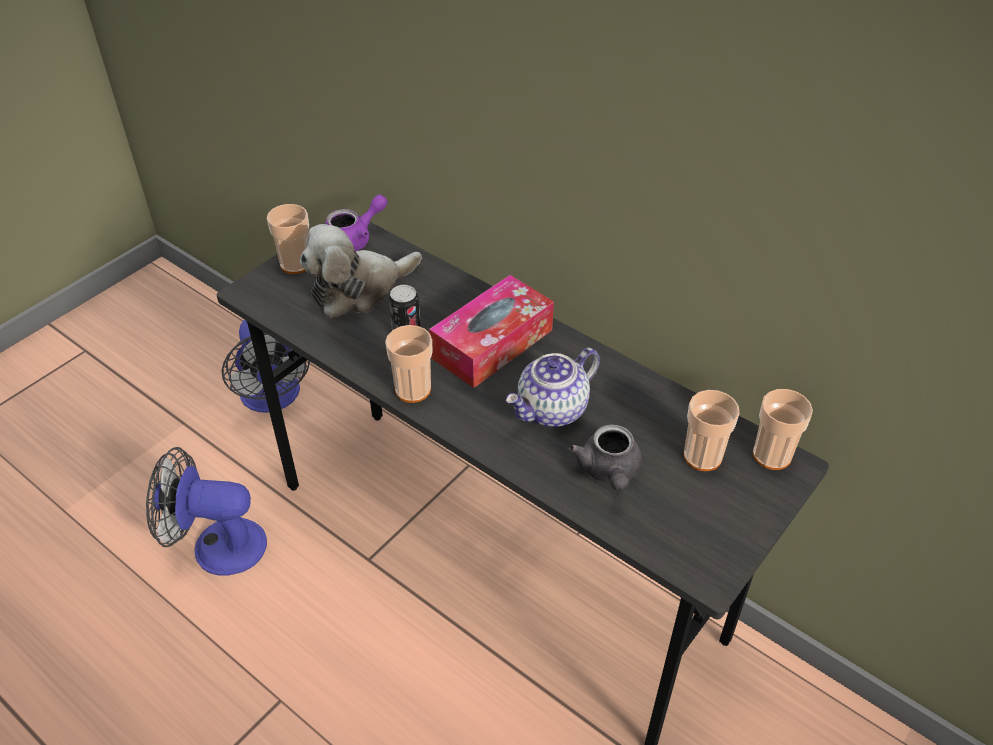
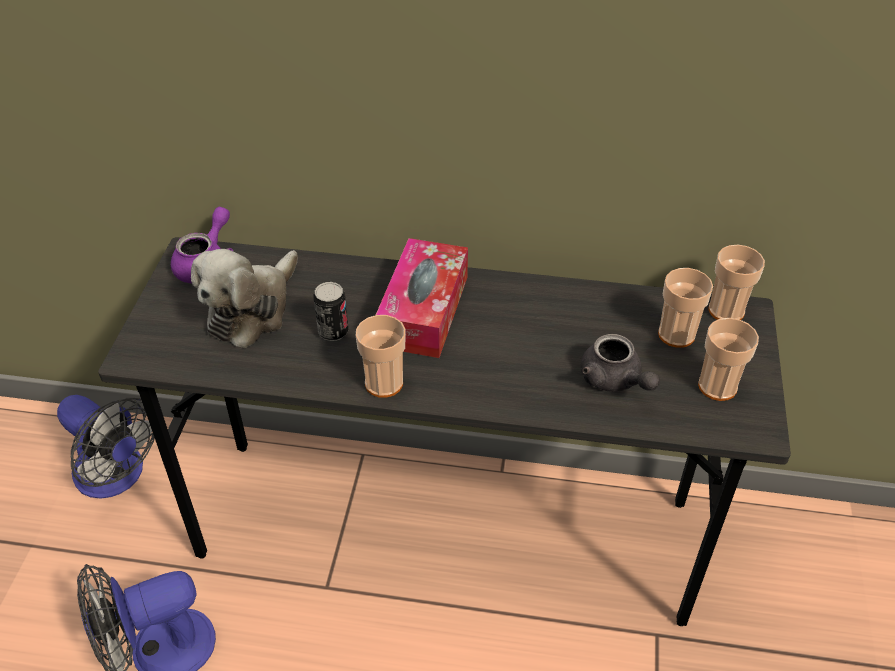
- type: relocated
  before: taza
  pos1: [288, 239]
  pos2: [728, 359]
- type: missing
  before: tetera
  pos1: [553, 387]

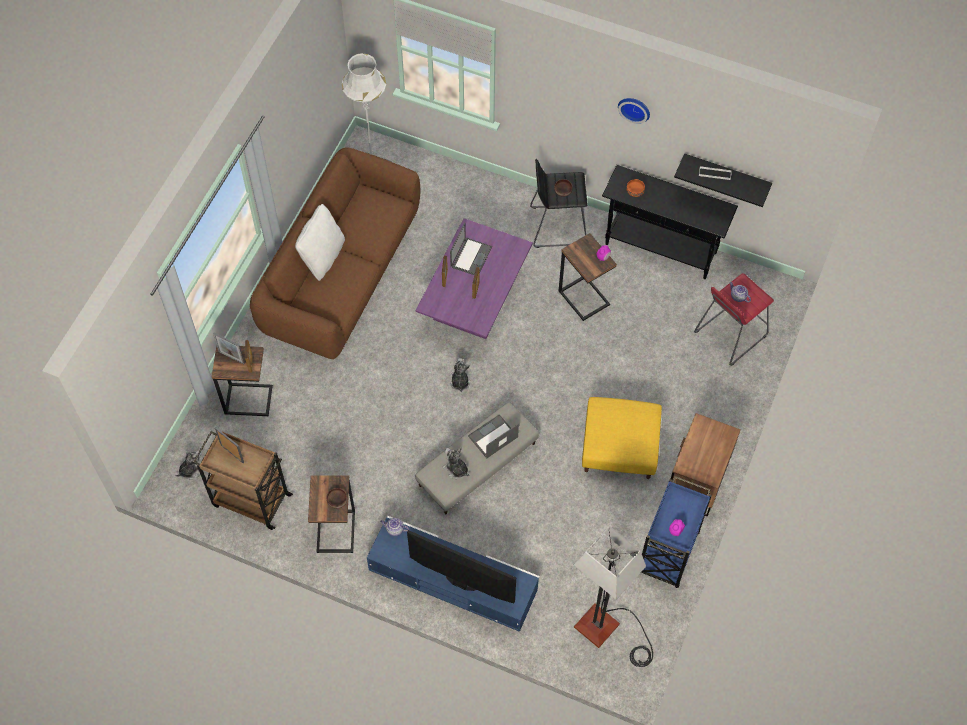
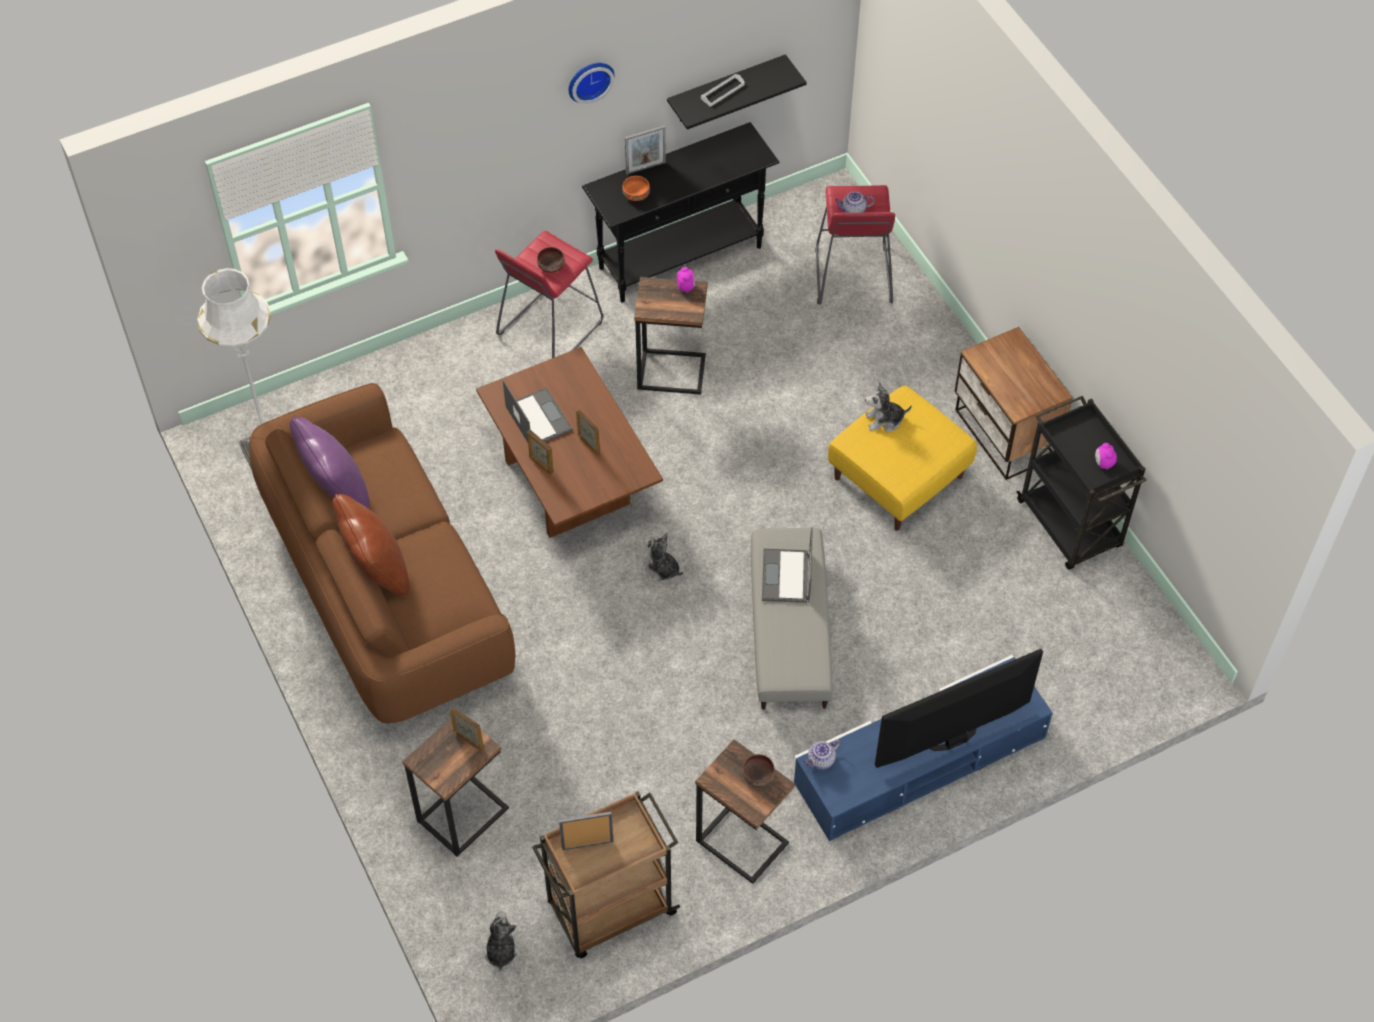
- type: colour
  before: taburete [negro]
  after: taburete [rojo]
  pos1: [559, 203]
  pos2: [549, 294]
- type: colour
  before: cojín [blanco]
  after: cojín [marrón]
  pos1: [320, 242]
  pos2: [371, 545]
- type: colour
  before: mesa de centro [morado]
  after: mesa de centro [marrón]
  pos1: [474, 278]
  pos2: [569, 442]
- type: relocated
  before: portarretratos
  pos1: [229, 348]
  pos2: [645, 150]
- type: relocated
  before: peluche
  pos1: [456, 463]
  pos2: [888, 407]
- type: colour
  before: carrito [azul]
  after: carrito [negro]
  pos1: [676, 532]
  pos2: [1082, 483]
- type: missing
  before: lámpara de pie
  pos1: [613, 596]
- type: appeared
  after: cojín [morado]
  pos2: [329, 463]

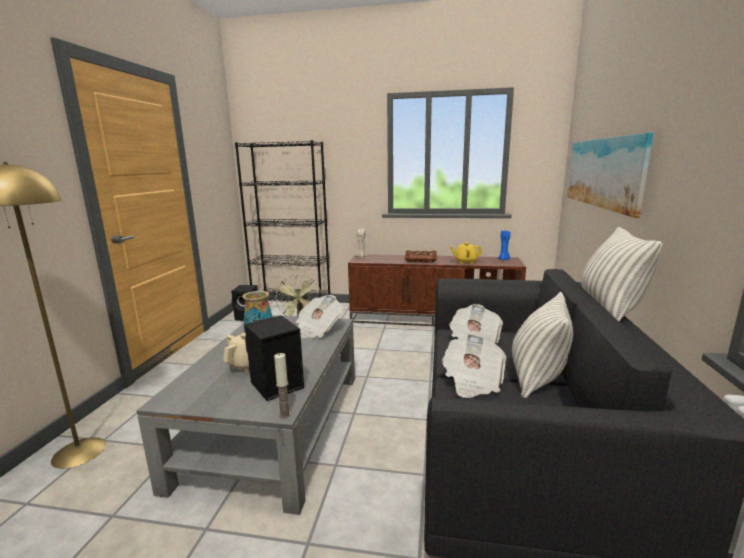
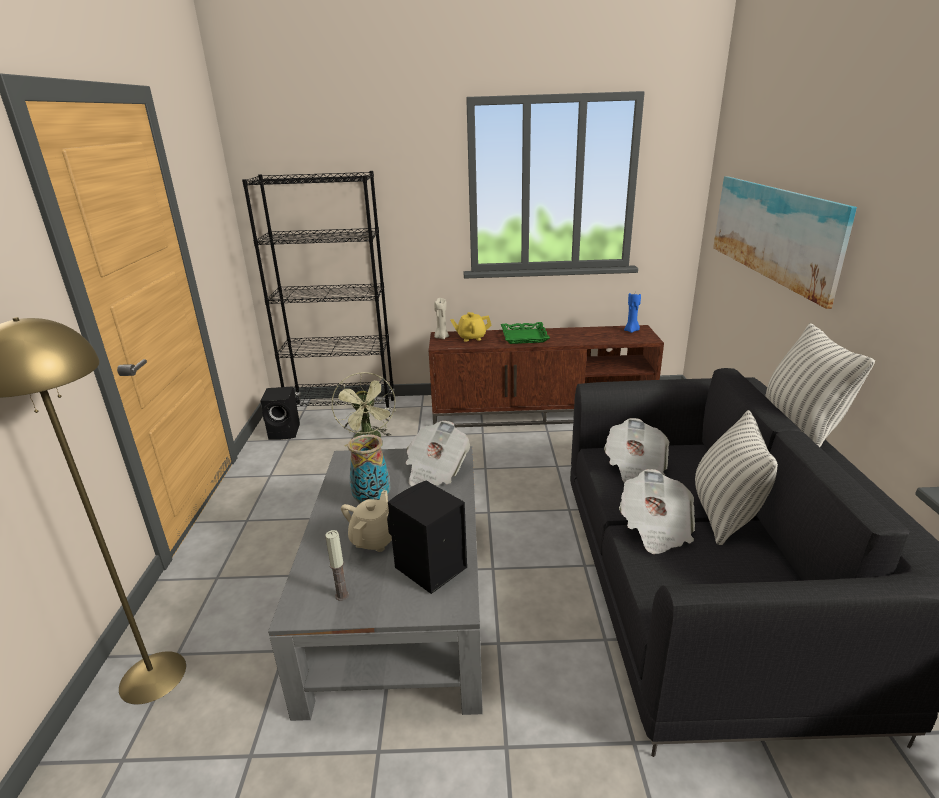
- type: relocated
  before: tetera [amarillo]
  pos1: [466, 253]
  pos2: [471, 326]
- type: colour
  before: bandeja [marrón]
  after: bandeja [verde]
  pos1: [420, 256]
  pos2: [525, 333]
- type: relocated
  before: vela
  pos1: [282, 386]
  pos2: [337, 565]

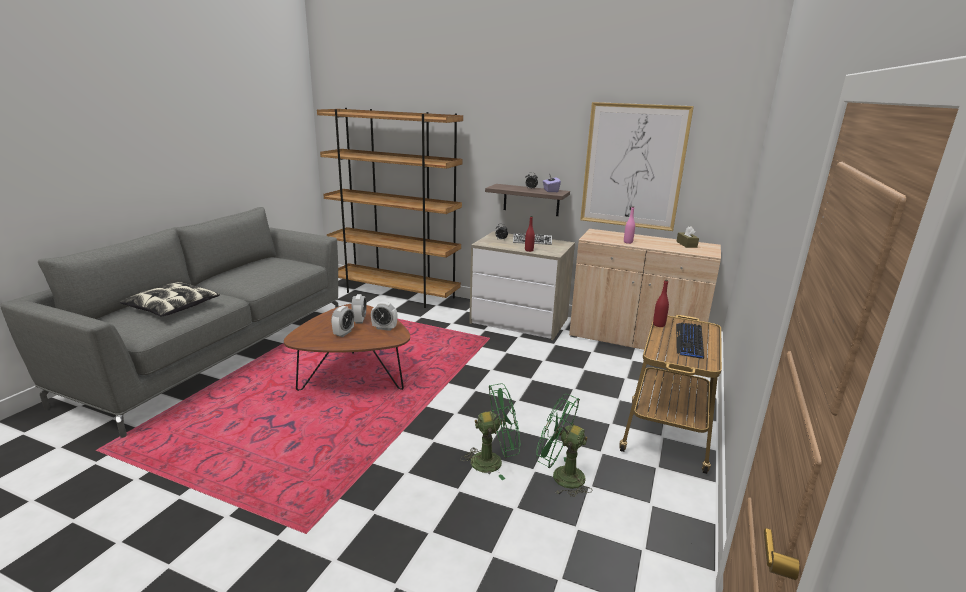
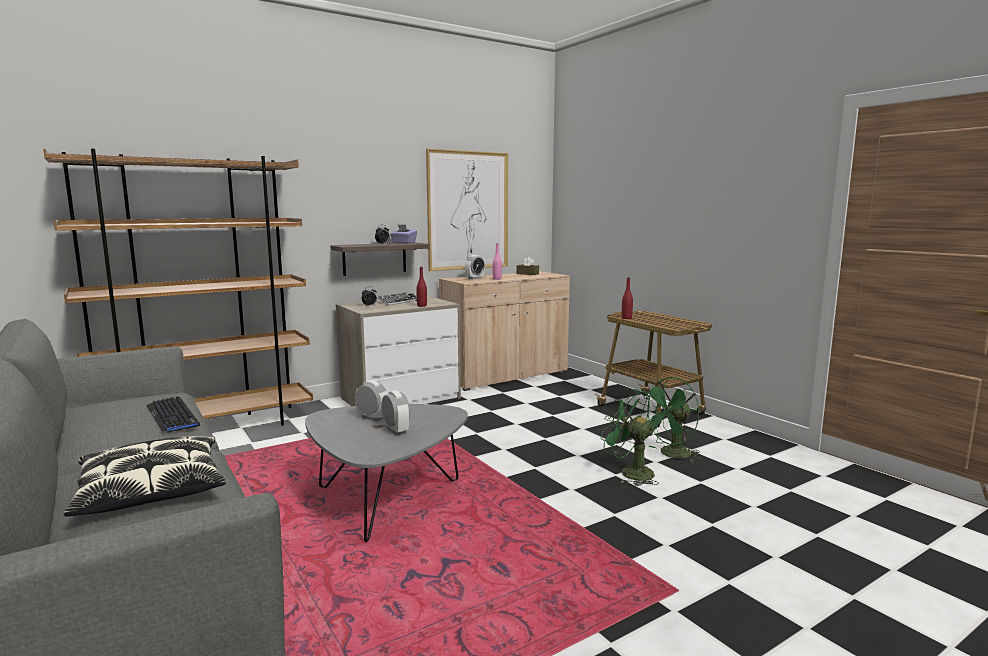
- type: relocated
  before: despertador
  pos1: [384, 316]
  pos2: [475, 267]
- type: colour
  before: mesa de centro [marrón]
  after: mesa de centro [gris]
  pos1: [347, 347]
  pos2: [386, 473]
- type: relocated
  before: teclado
  pos1: [690, 341]
  pos2: [173, 414]
- type: spun
  before: ventilador [verde]
  pos1: [490, 431]
  pos2: [630, 437]
  turn: -75

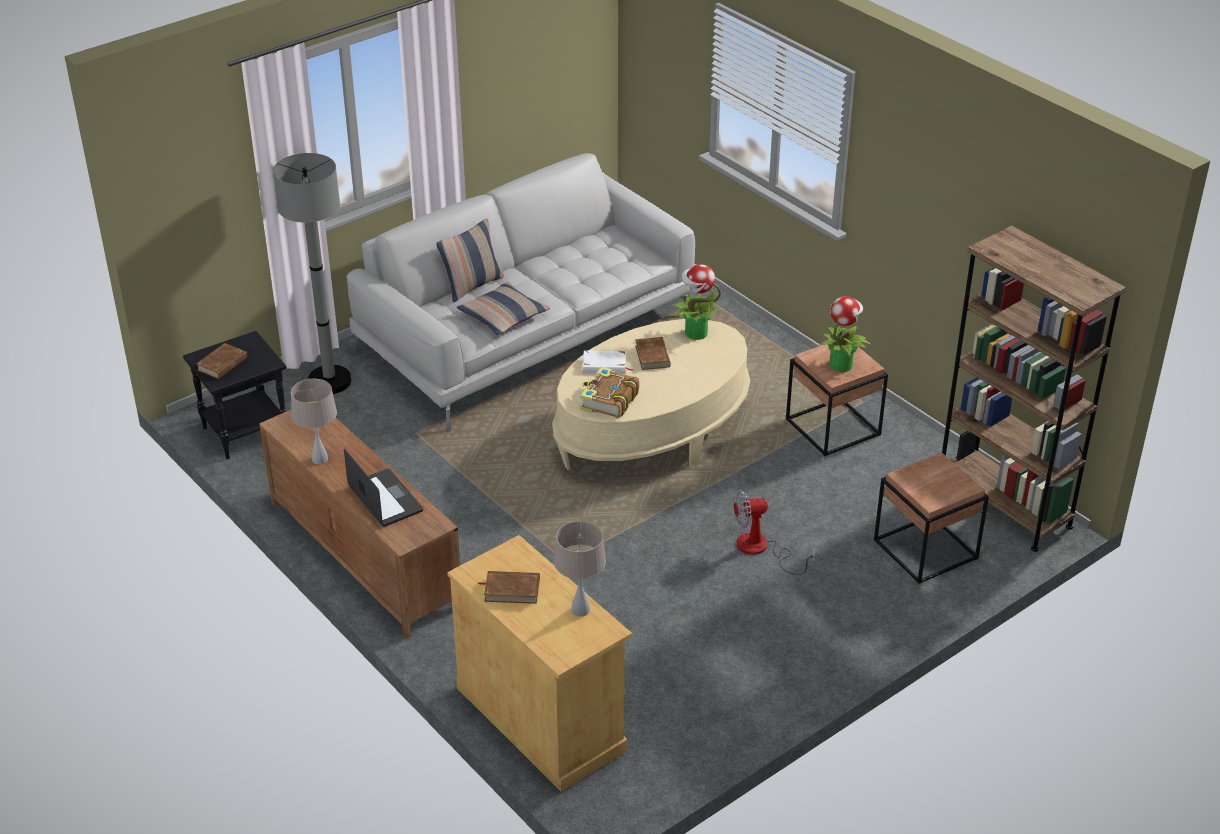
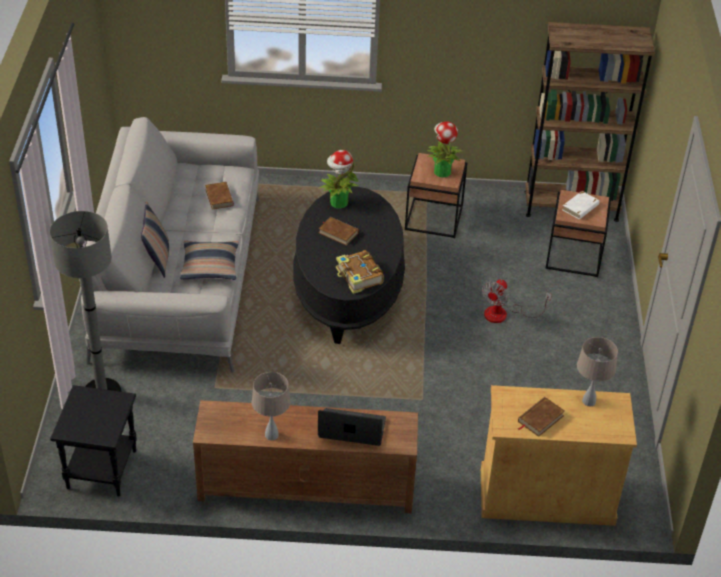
- type: colour
  before: mesa de centro [beis]
  after: mesa de centro [negro]
  pos1: [651, 394]
  pos2: [349, 265]
- type: relocated
  before: libro [marrón]
  pos1: [222, 361]
  pos2: [219, 196]
- type: relocated
  before: libro [blanco]
  pos1: [608, 362]
  pos2: [581, 205]

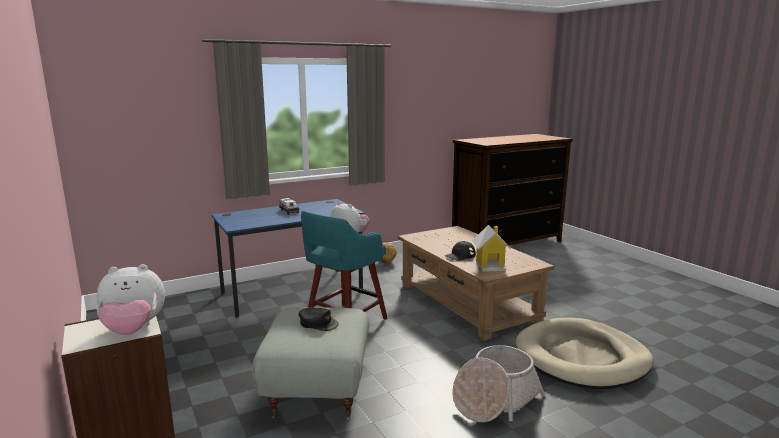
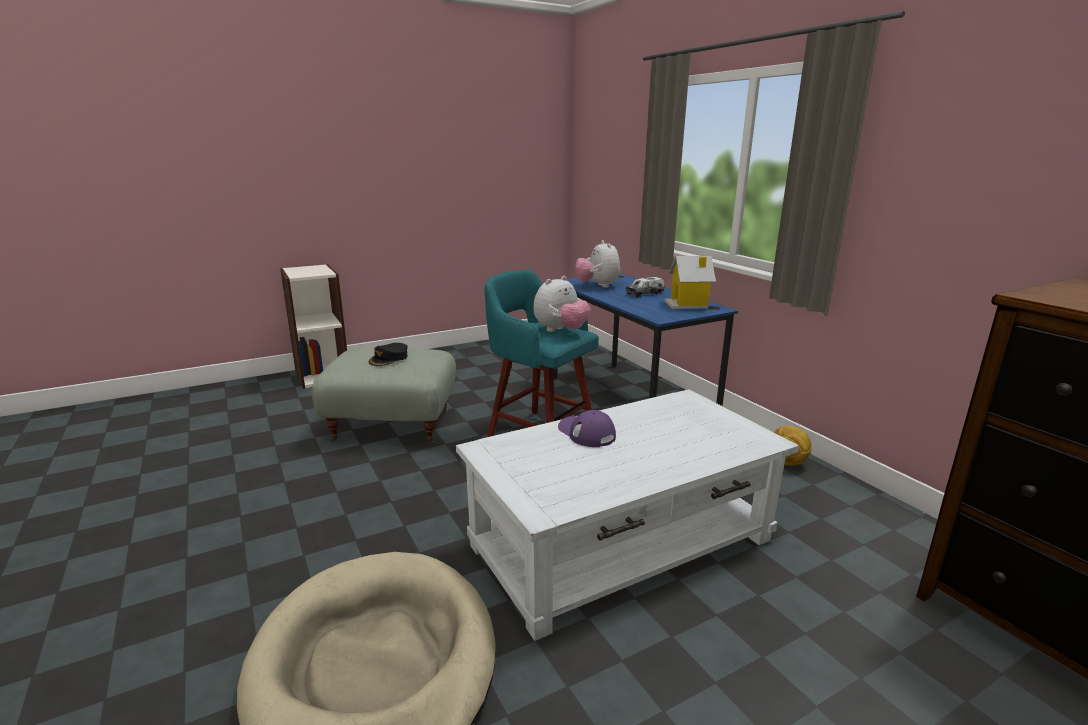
- type: relocated
  before: casita
  pos1: [491, 248]
  pos2: [690, 282]
- type: colour
  before: mesa de centro [marrón]
  after: mesa de centro [blanco]
  pos1: [476, 283]
  pos2: [627, 515]
- type: colour
  before: gorra [negro]
  after: gorra [morado]
  pos1: [460, 251]
  pos2: [587, 428]
- type: relocated
  before: peluche
  pos1: [130, 299]
  pos2: [597, 264]
- type: missing
  before: cesta
  pos1: [498, 383]

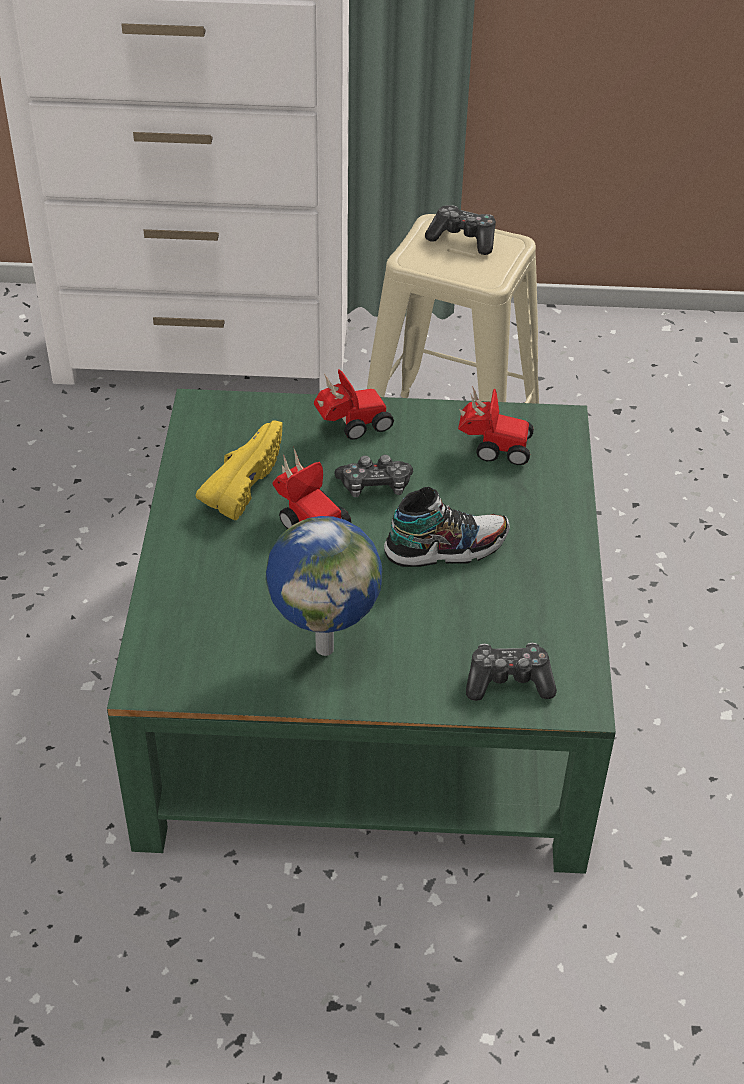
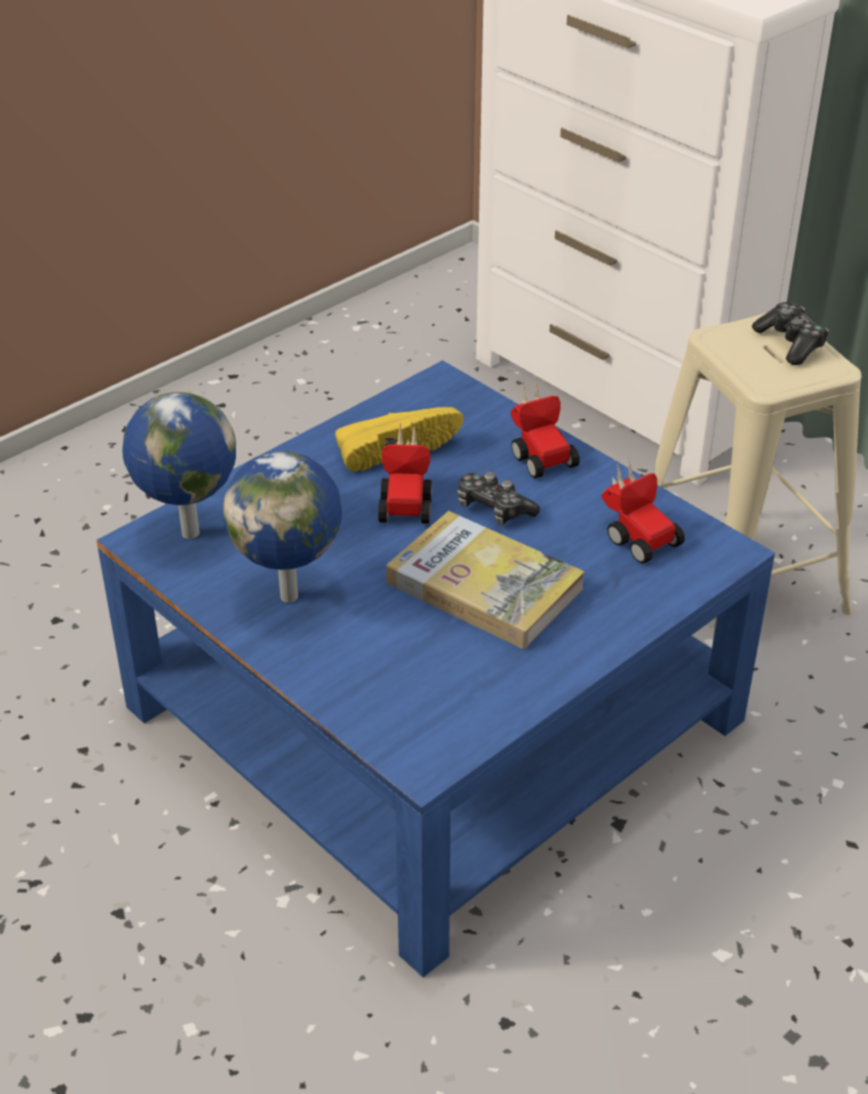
- type: spun
  before: coche de juguete
  pos1: [354, 405]
  pos2: [545, 429]
  turn: 45
- type: colour
  before: mesa de centro [verde]
  after: mesa de centro [azul]
  pos1: [361, 631]
  pos2: [435, 668]
- type: exchanged
  before: zapato
  after: libro
  pos1: [447, 527]
  pos2: [485, 580]
- type: missing
  before: mando de consola
  pos1: [511, 672]
- type: appeared
  after: globo terráqueo
  pos2: [179, 465]

